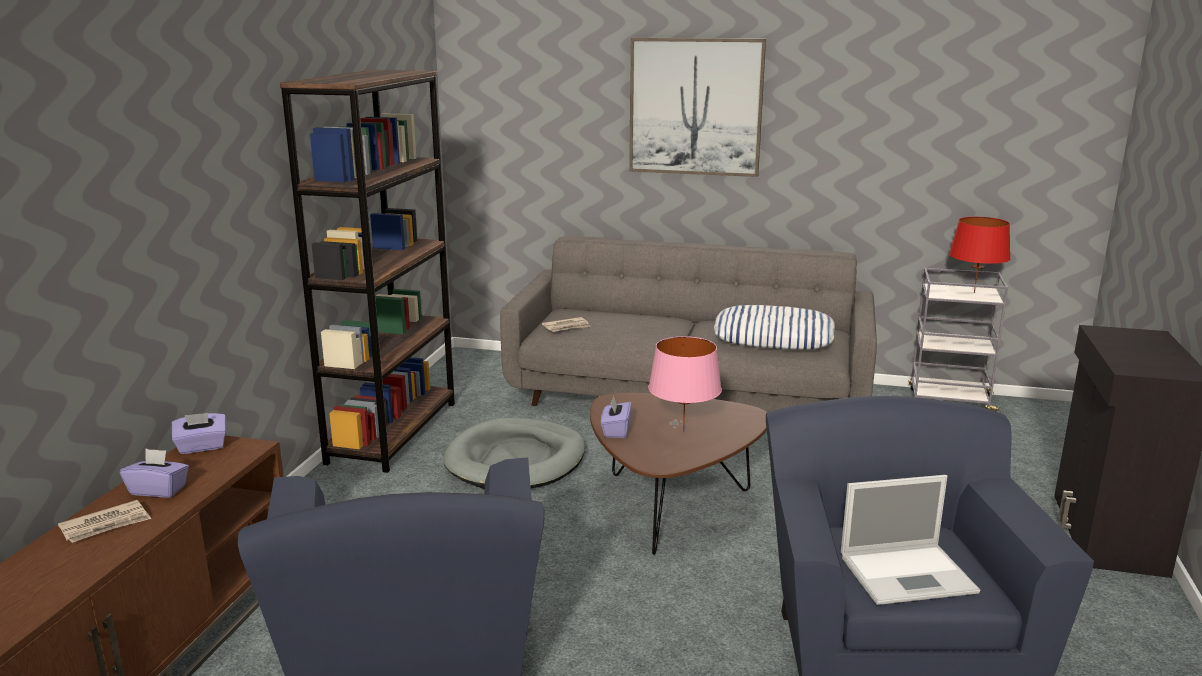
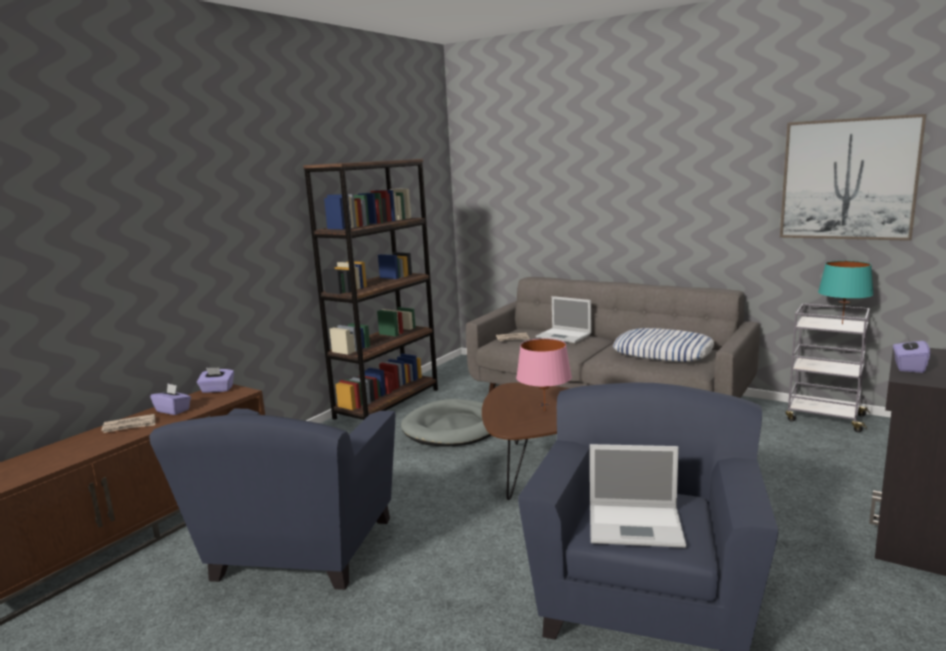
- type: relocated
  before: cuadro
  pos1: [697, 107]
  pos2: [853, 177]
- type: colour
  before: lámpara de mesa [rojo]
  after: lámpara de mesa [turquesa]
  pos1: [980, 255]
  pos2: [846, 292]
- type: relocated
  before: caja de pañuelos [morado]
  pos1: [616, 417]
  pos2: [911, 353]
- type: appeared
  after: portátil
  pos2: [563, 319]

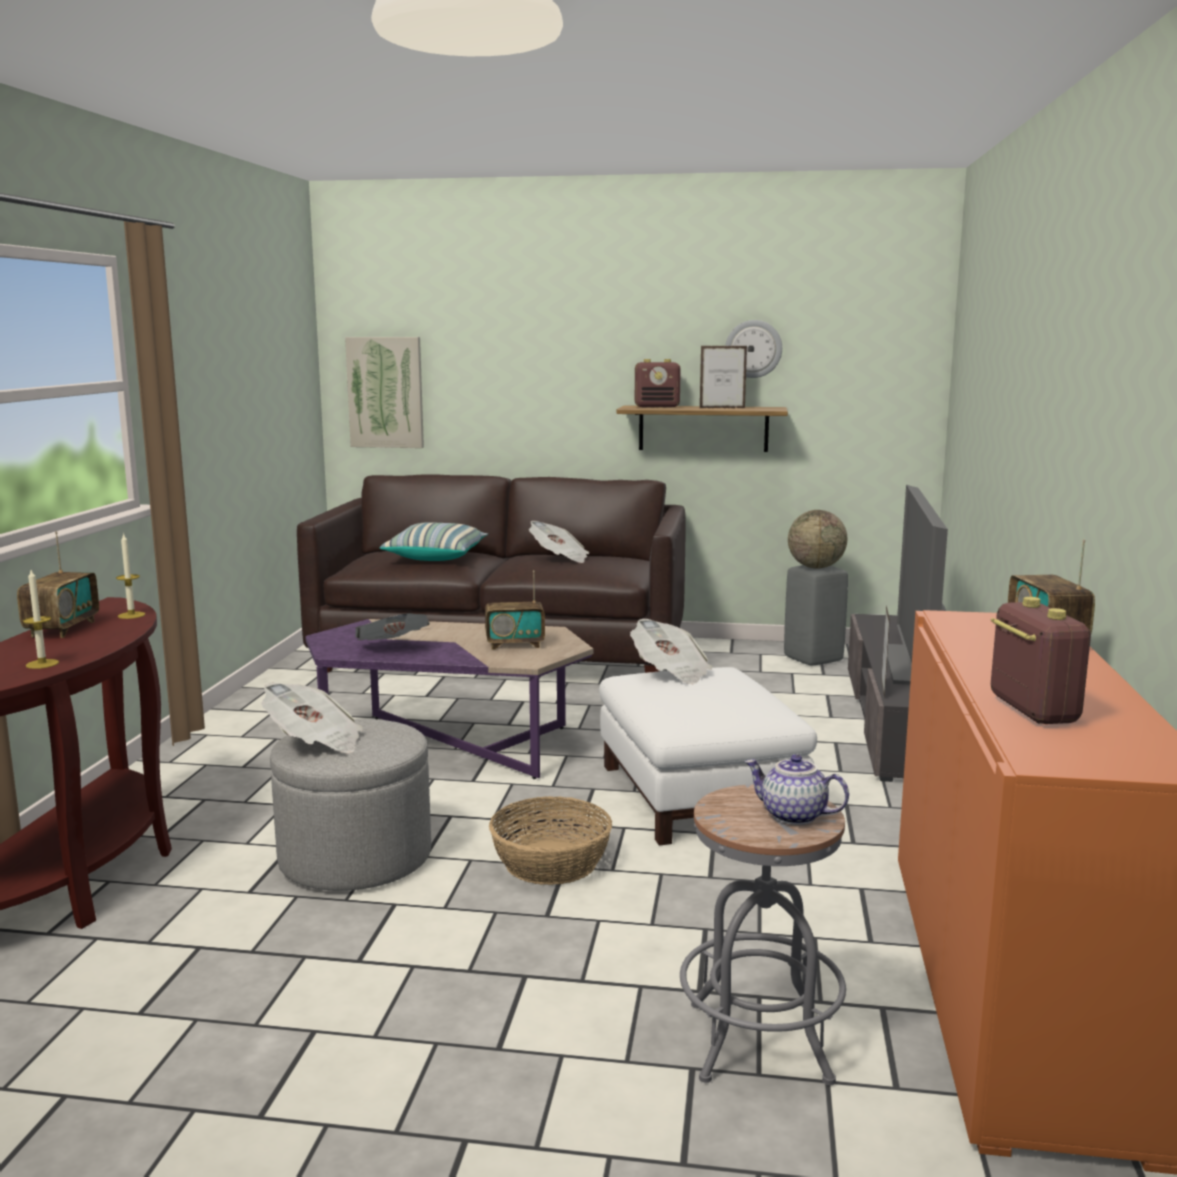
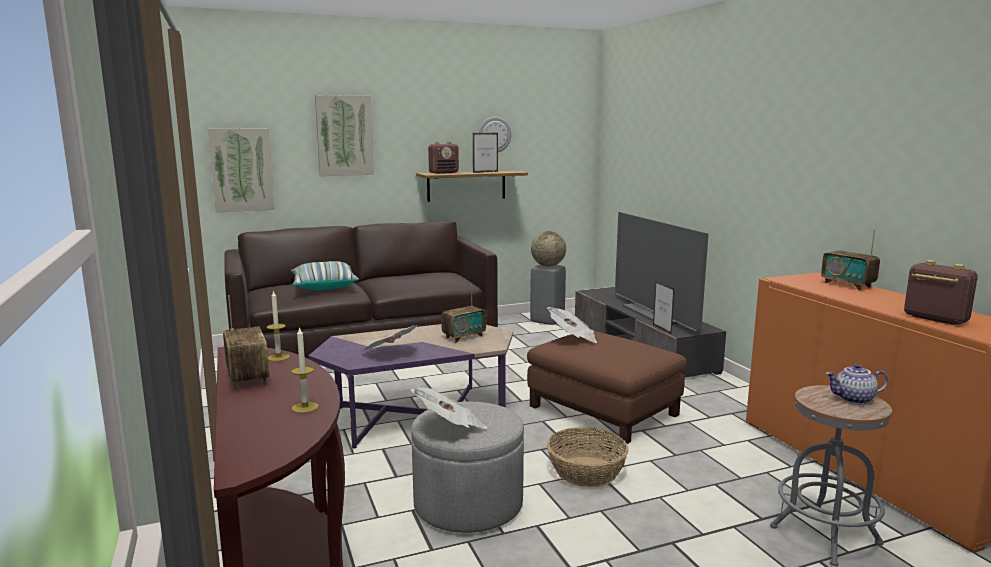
- type: missing
  before: periódico
  pos1: [559, 542]
- type: colour
  before: puf [blanco]
  after: puf [marrón]
  pos1: [708, 756]
  pos2: [607, 387]
- type: appeared
  after: cuadro
  pos2: [344, 135]

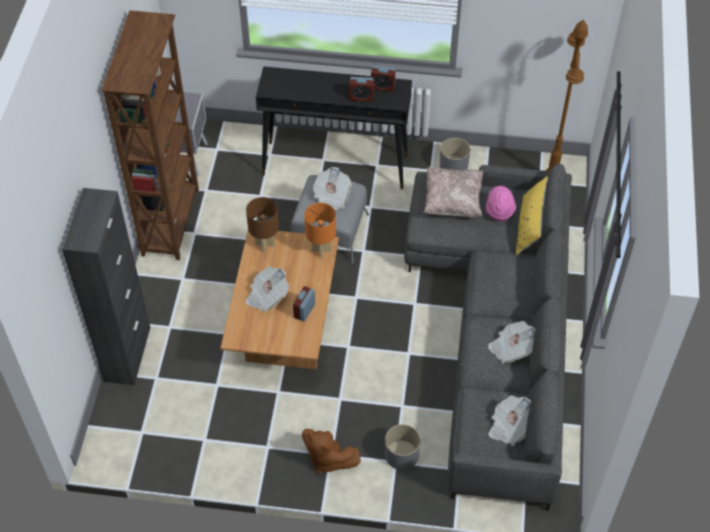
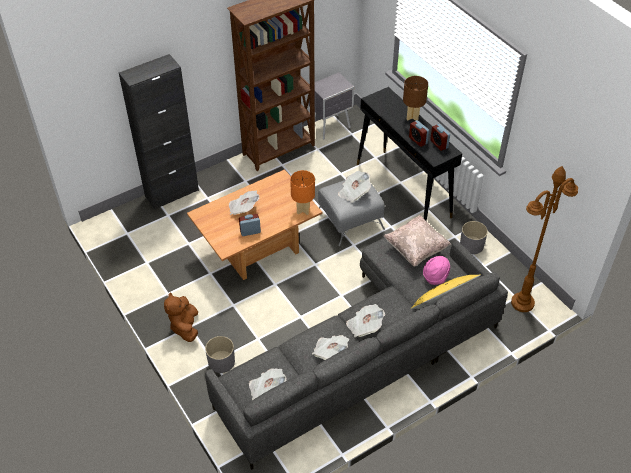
- type: relocated
  before: lámpara de mesa [marrón]
  pos1: [262, 224]
  pos2: [415, 98]
- type: appeared
  after: periódico
  pos2: [365, 321]

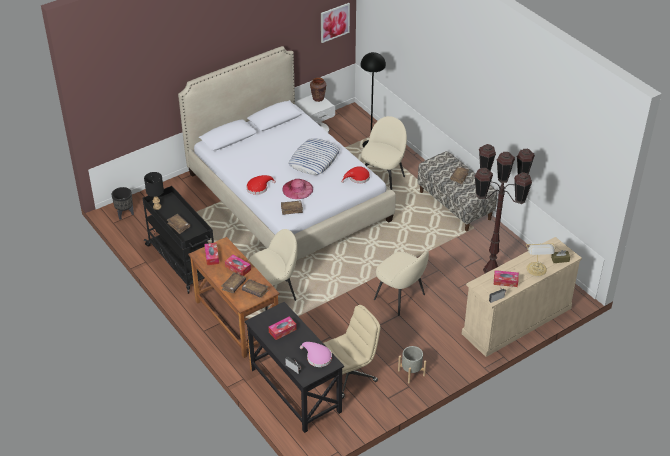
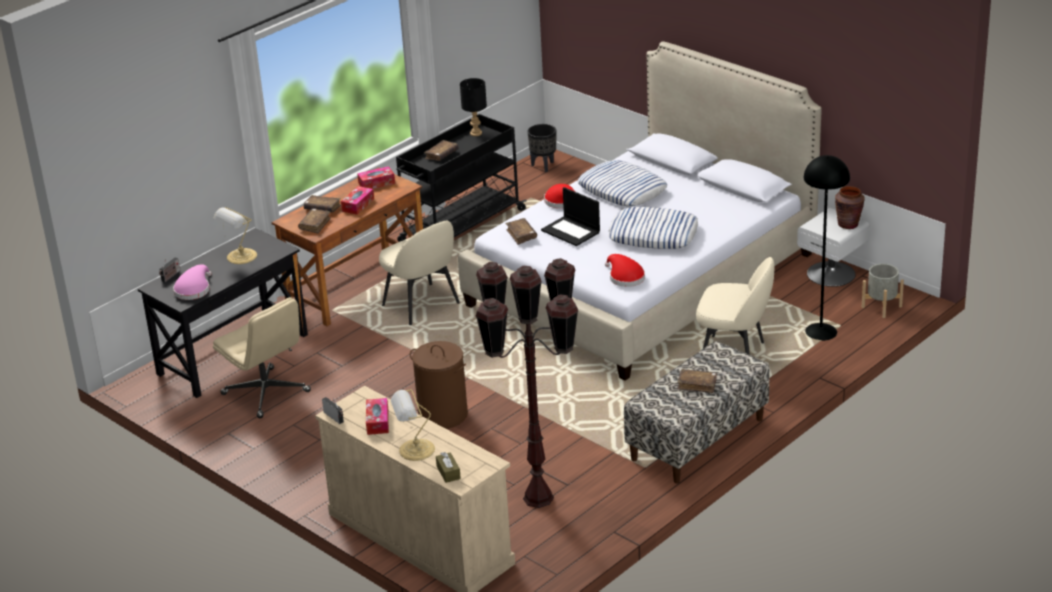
- type: missing
  before: cuadro
  pos1: [335, 23]
- type: exchanged
  before: sombrero [rosa]
  after: portátil
  pos1: [297, 189]
  pos2: [570, 216]
- type: exchanged
  before: silla [beis]
  after: cesto de la ropa [marrón]
  pos1: [401, 283]
  pos2: [439, 385]
- type: exchanged
  before: caja de pañuelos
  after: lámpara de mesa
  pos1: [283, 328]
  pos2: [235, 235]
- type: relocated
  before: maceta [gris]
  pos1: [412, 364]
  pos2: [883, 291]
- type: appeared
  after: cojín
  pos2: [622, 183]

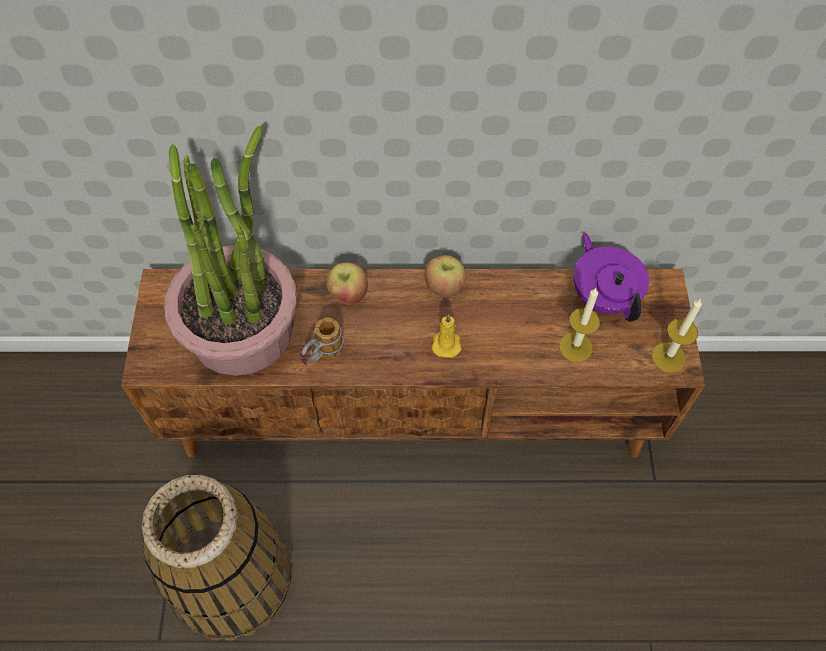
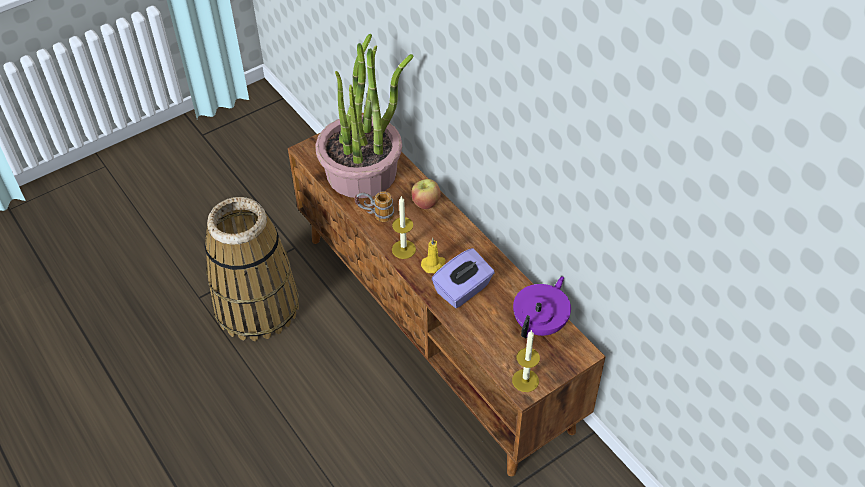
- type: missing
  before: manzana
  pos1: [445, 276]
- type: relocated
  before: vela
  pos1: [579, 325]
  pos2: [404, 227]
- type: appeared
  after: caja de pañuelos [morado]
  pos2: [463, 278]

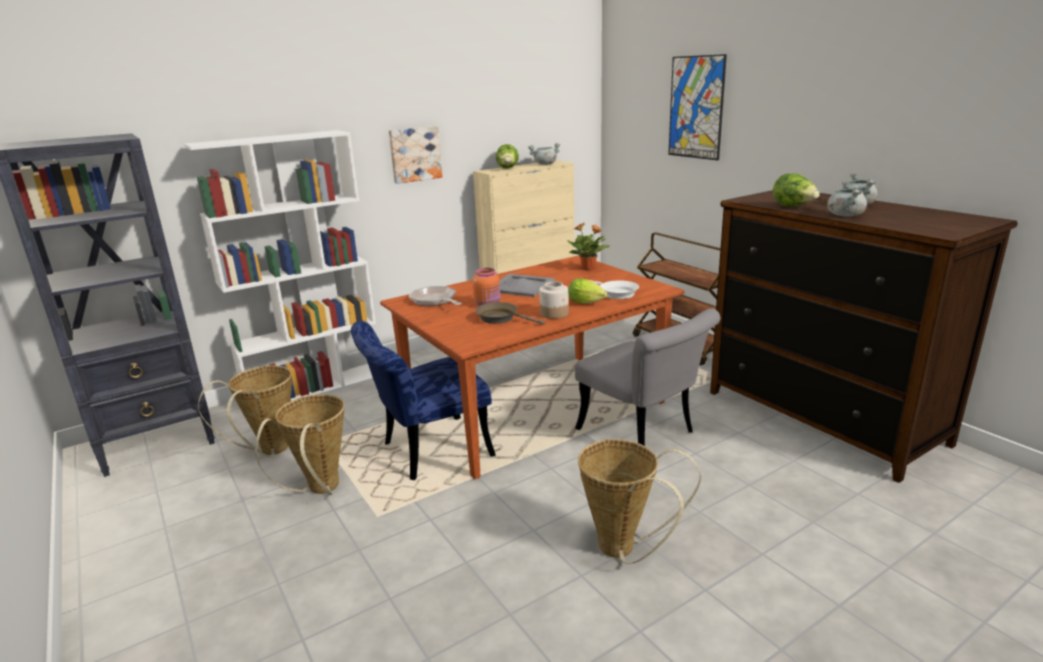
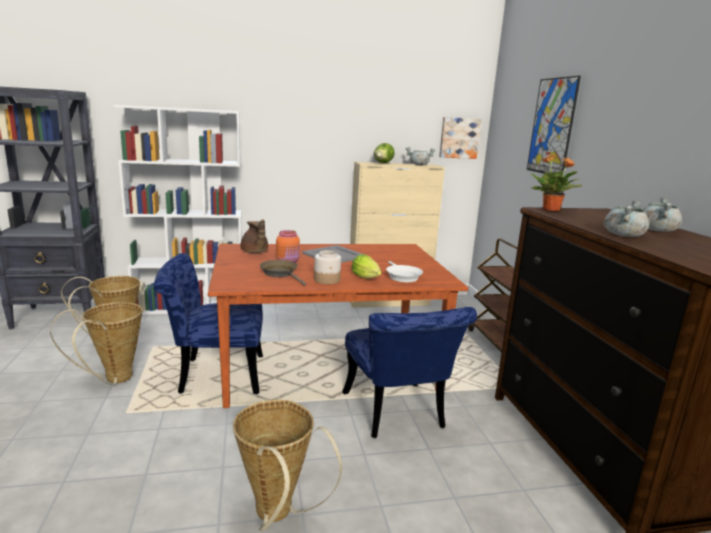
- type: relocated
  before: cuadro
  pos1: [415, 155]
  pos2: [460, 138]
- type: missing
  before: lechuga
  pos1: [796, 189]
- type: relocated
  before: planta en maceta
  pos1: [588, 247]
  pos2: [557, 183]
- type: exchanged
  before: sartén
  after: tetera [marrón]
  pos1: [435, 296]
  pos2: [254, 236]
- type: colour
  before: silla [gris]
  after: silla [azul]
  pos1: [647, 377]
  pos2: [409, 372]

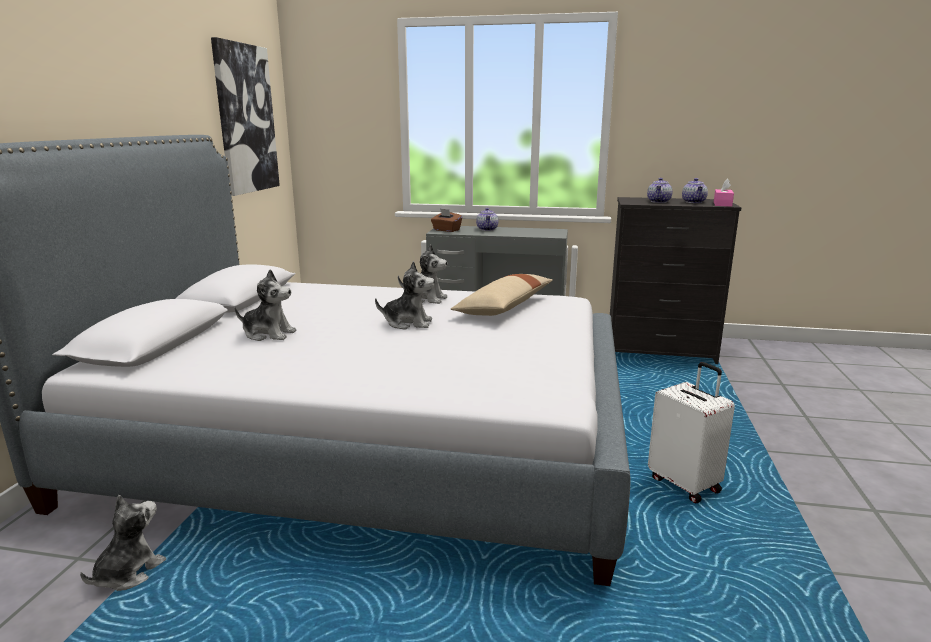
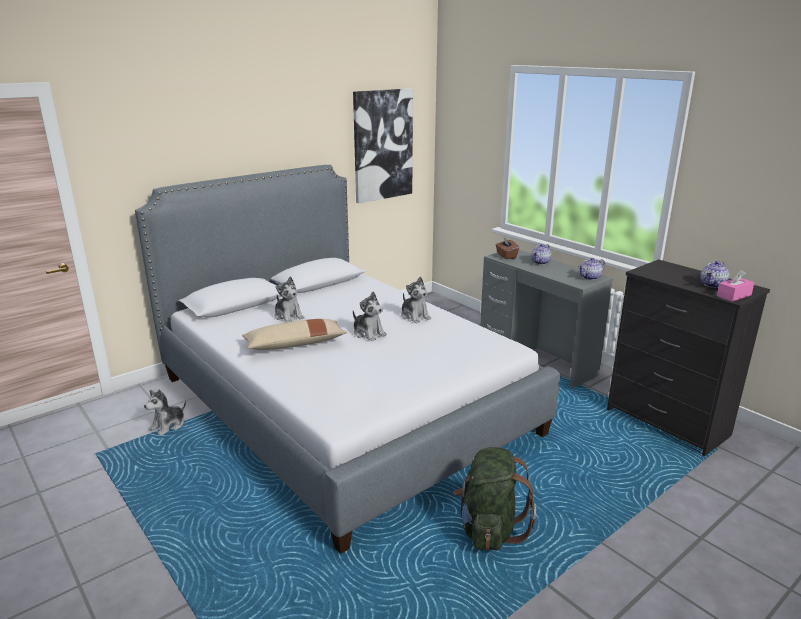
- type: relocated
  before: tetera
  pos1: [660, 190]
  pos2: [591, 269]
- type: relocated
  before: cojín [beis]
  pos1: [502, 295]
  pos2: [294, 334]
- type: exchanged
  before: maleta [blanco]
  after: mochila [verde]
  pos1: [691, 432]
  pos2: [495, 499]
- type: spun
  before: peluche
  pos1: [123, 542]
  pos2: [165, 412]
  turn: 150

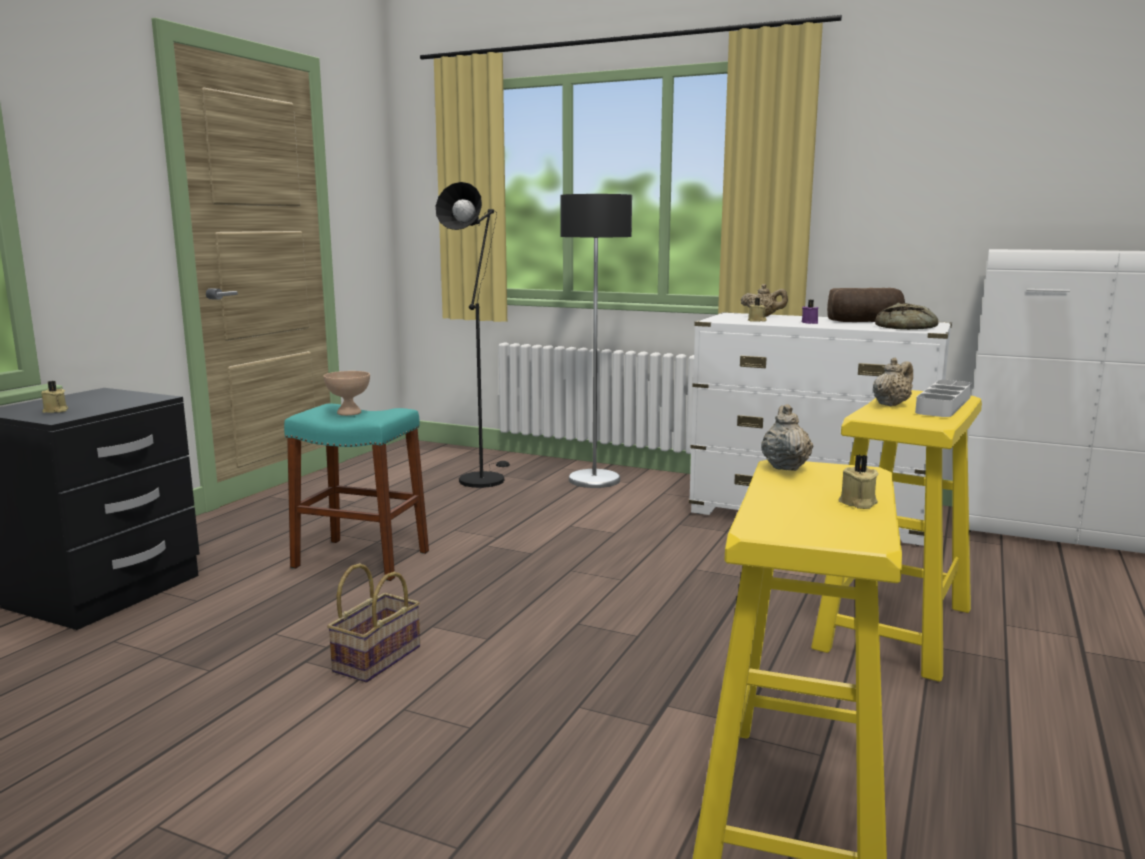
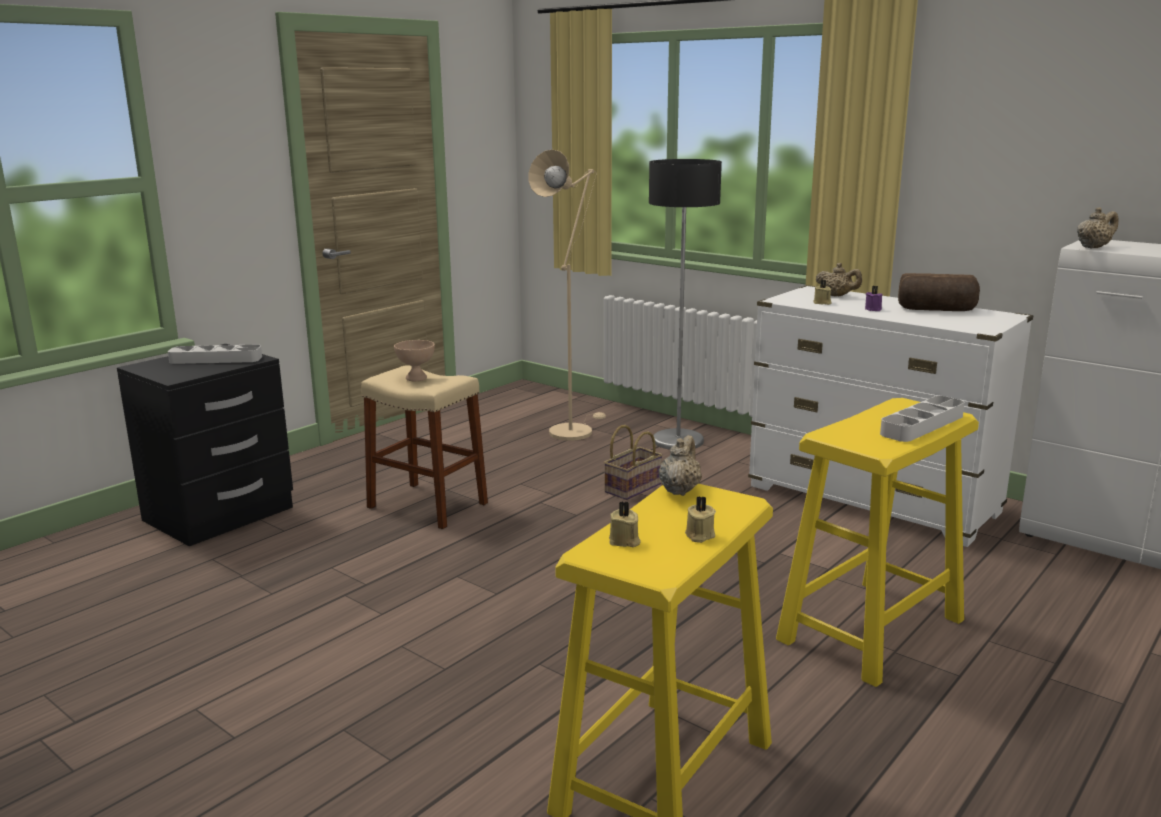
- type: colour
  before: lámpara de pie [negro]
  after: lámpara de pie [beis]
  pos1: [473, 335]
  pos2: [567, 295]
- type: missing
  before: pan
  pos1: [907, 316]
- type: relocated
  before: tetera [beis]
  pos1: [893, 382]
  pos2: [1097, 228]
- type: relocated
  before: vela [beis]
  pos1: [54, 397]
  pos2: [625, 524]
- type: colour
  before: taburete [turquesa]
  after: taburete [beis]
  pos1: [356, 492]
  pos2: [424, 447]
- type: relocated
  before: cesta
  pos1: [373, 622]
  pos2: [633, 462]
- type: appeared
  after: bandeja [gris]
  pos2: [215, 354]

